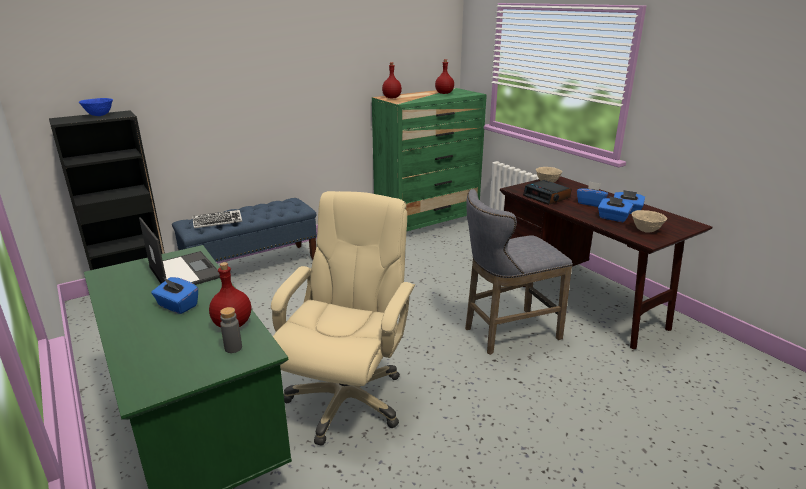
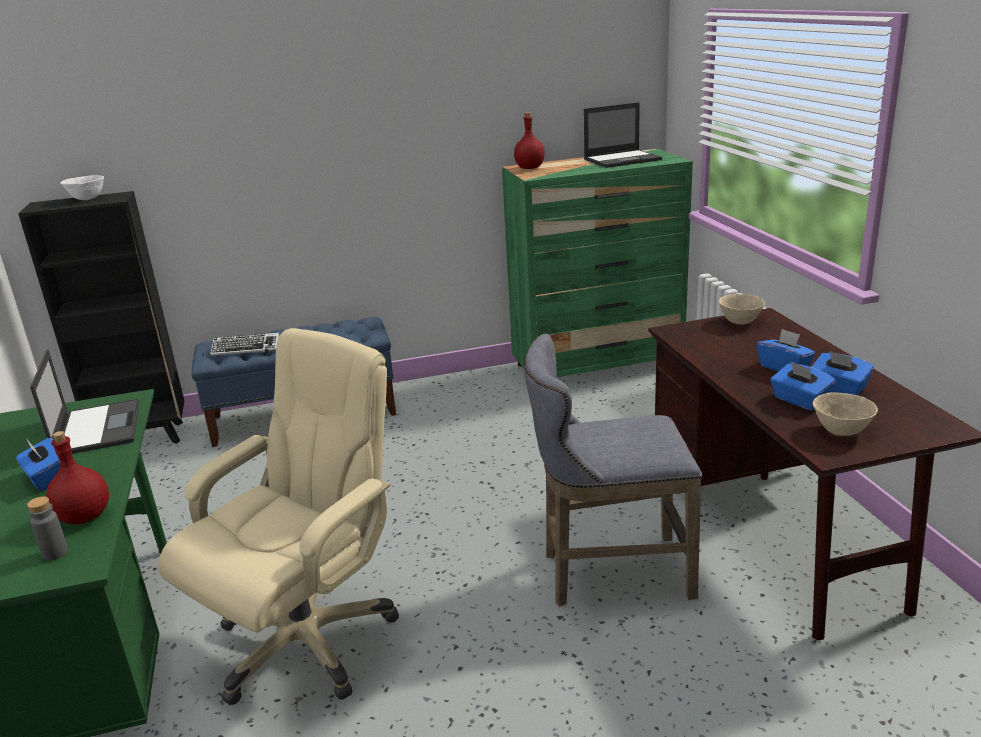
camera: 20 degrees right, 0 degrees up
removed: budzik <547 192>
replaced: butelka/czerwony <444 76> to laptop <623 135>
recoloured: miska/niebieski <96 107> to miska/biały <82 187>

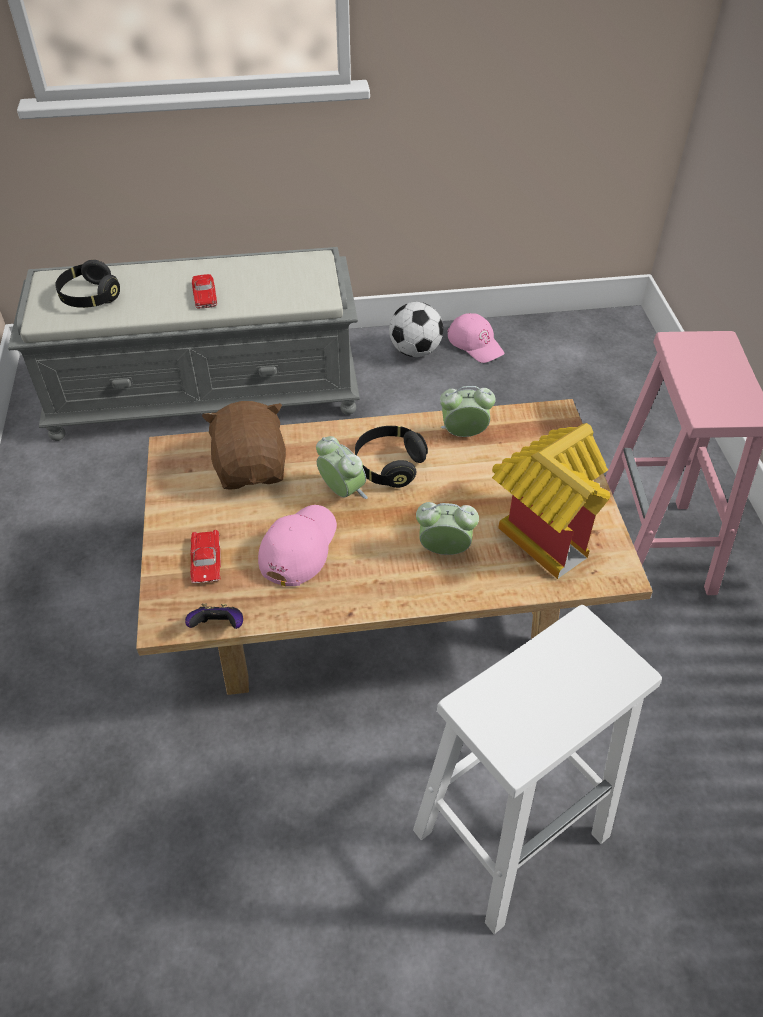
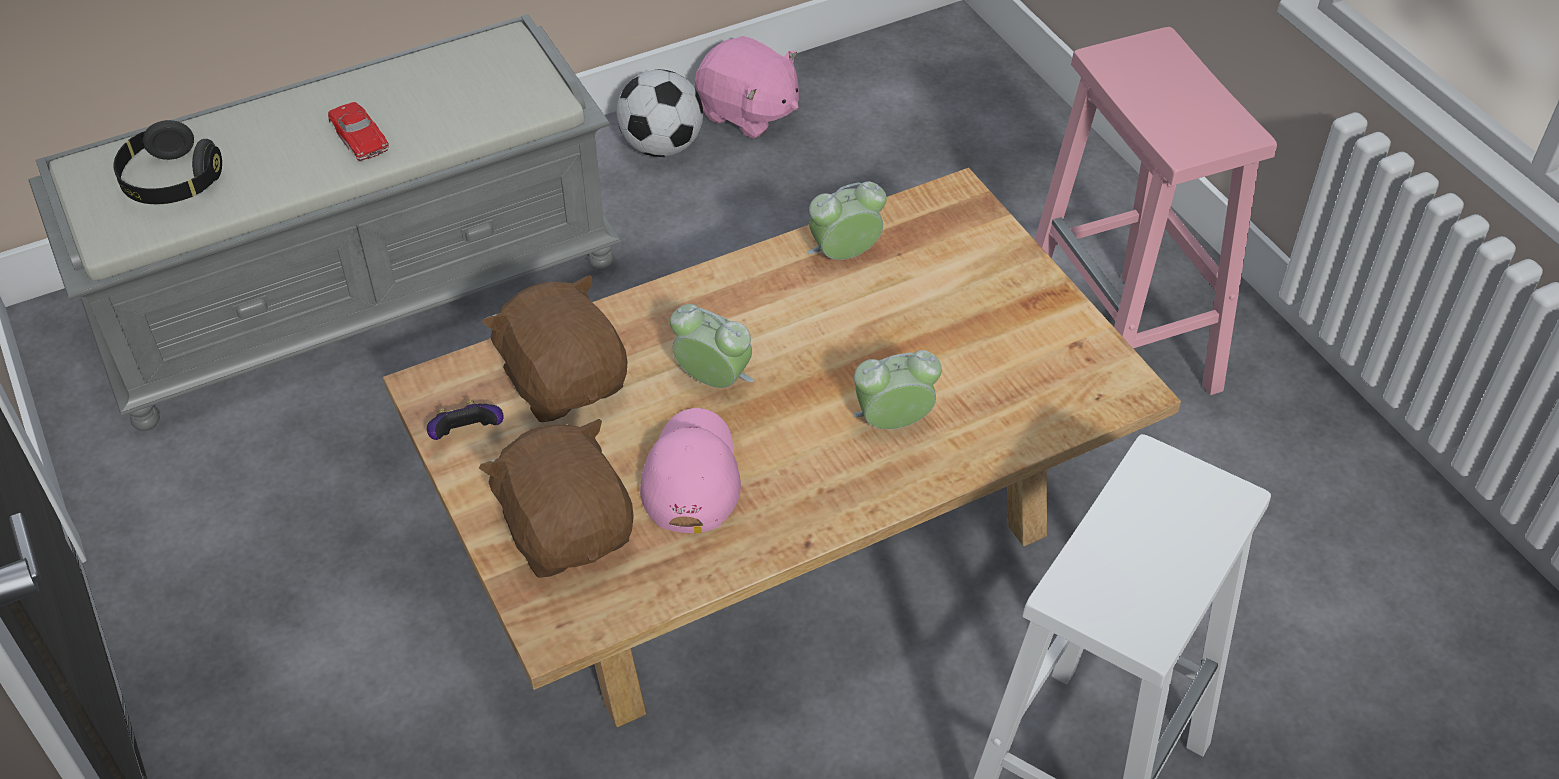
camera: 20 degrees left, 0 degrees up
removed: słuchawki/czarny <391 457>; domek <551 501>
moved: pad do gier <214 616> to <465 420>
replaced: samochodzik/czerwony <205 556> to pluszak/brązowy <556 498>; czapka z daszkiem/różowy <476 338> to pluszak/różowy <747 87>

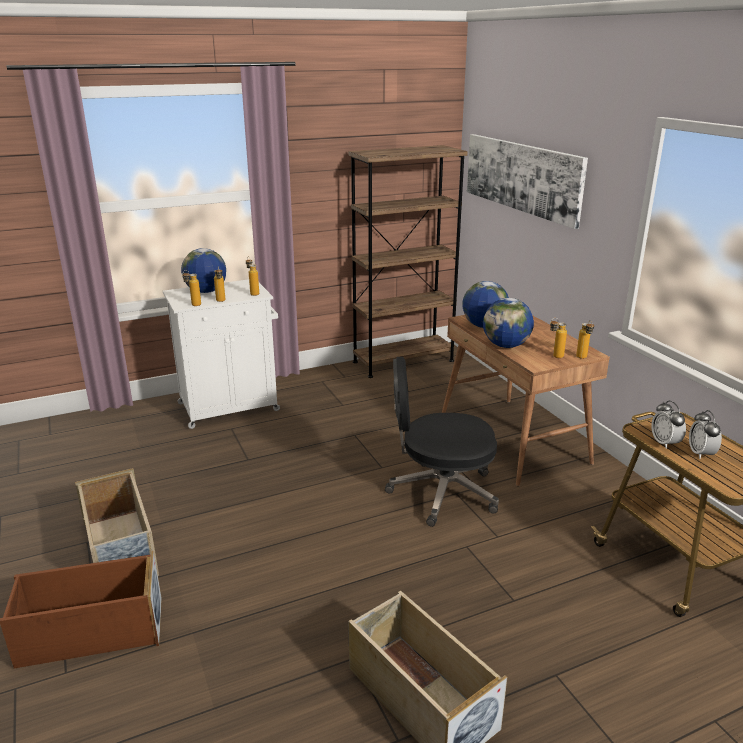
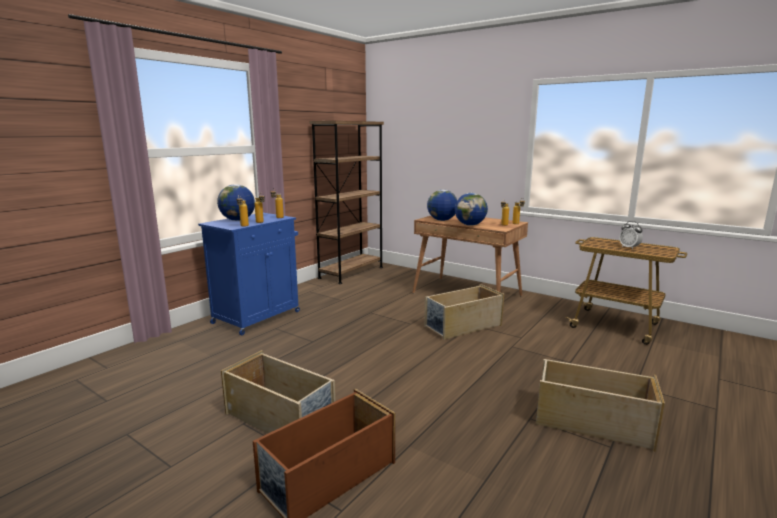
camera: 30 degrees left, 10 degrees down
removed: obraz <527 181>; budzik <668 424>
replaced: krzesło biurowe/czarny <442 441> to pojemnik do przechowywania/beżowy <464 312>
recoloured: szafka/biały <221 354> to szafka/niebieski <249 274>

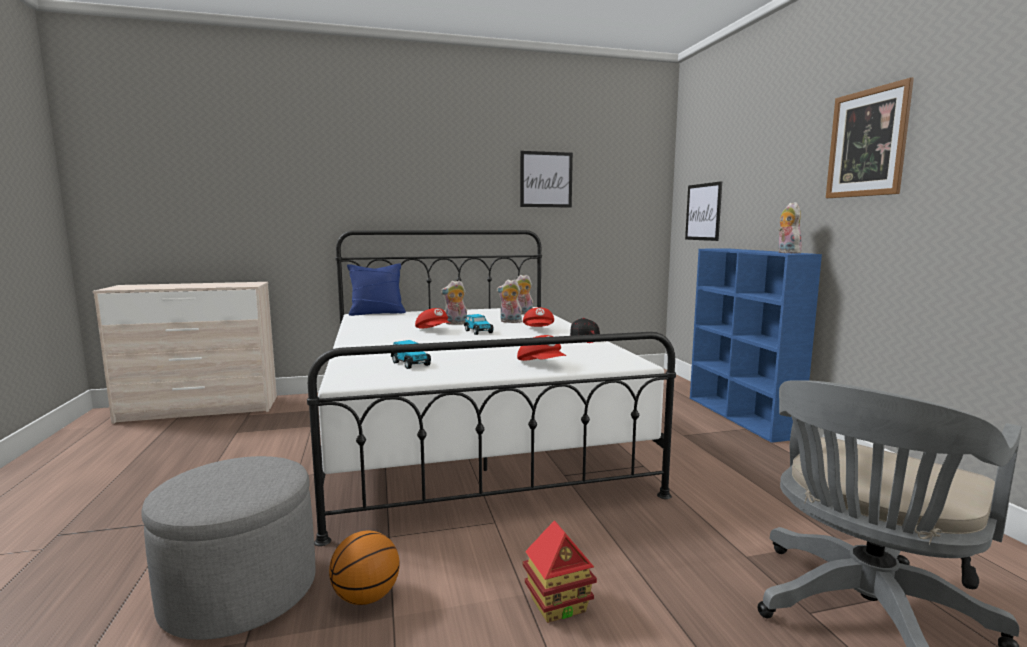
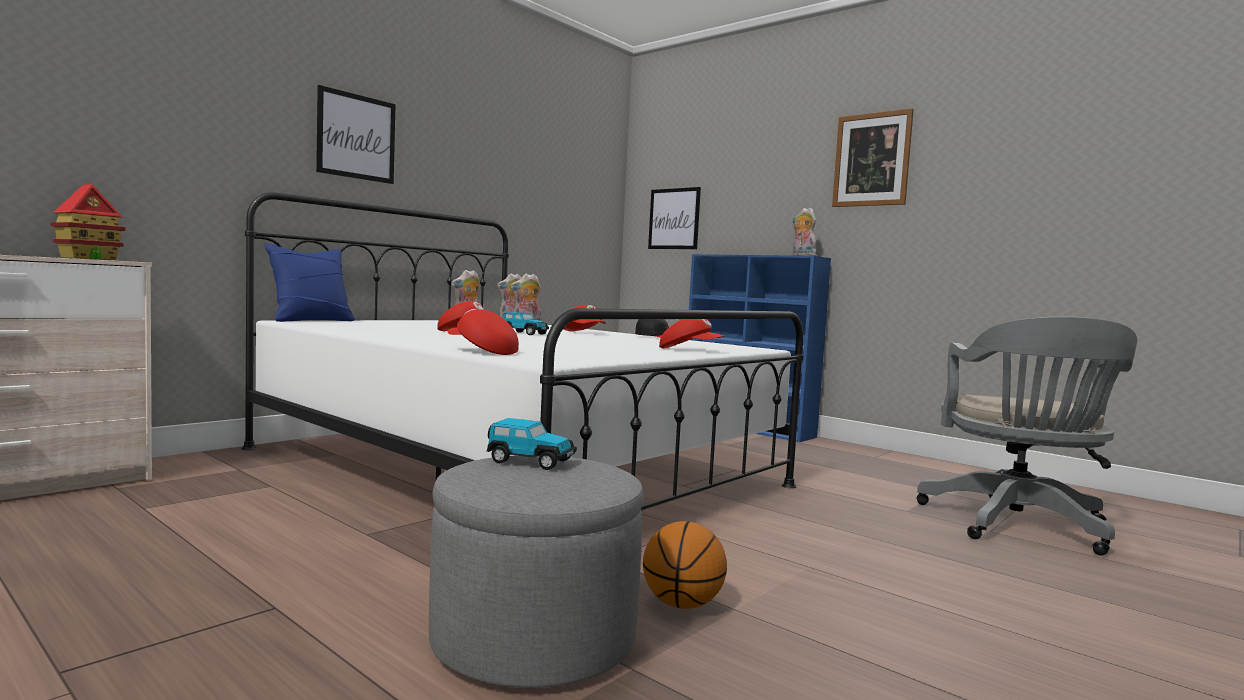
camera: 35 degrees left, 5 degrees down
added: czapka z daszkiem/czerwony <483 332>
moved: samochodzik <411 354> to <532 444>; obraz <546 179> to <356 134>; domek <560 571> to <87 222>

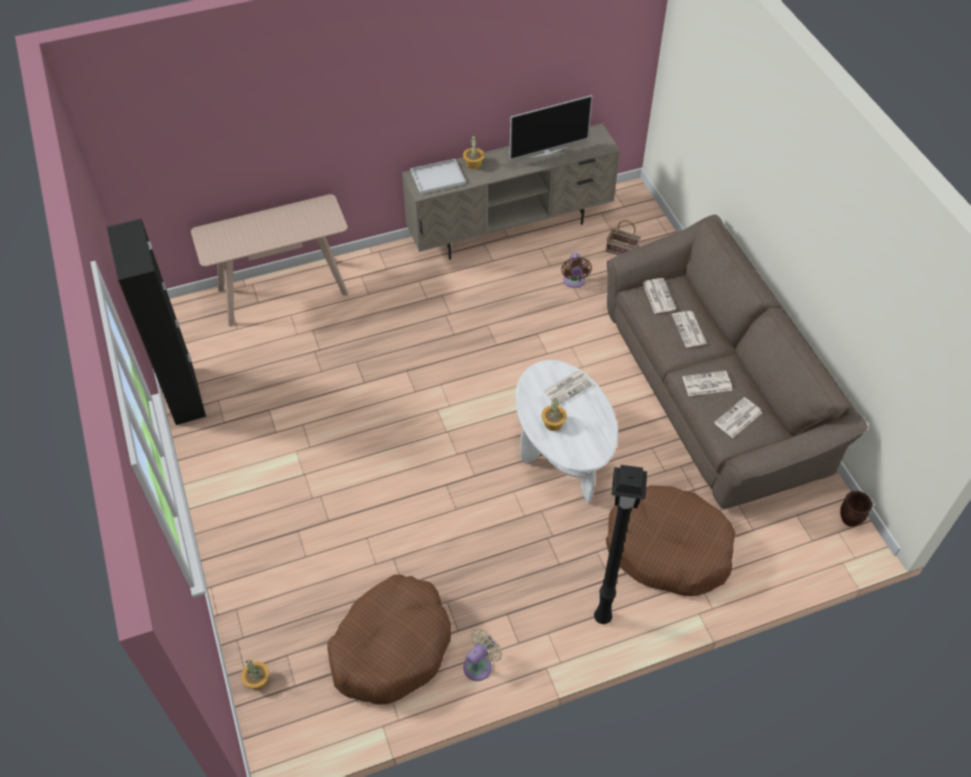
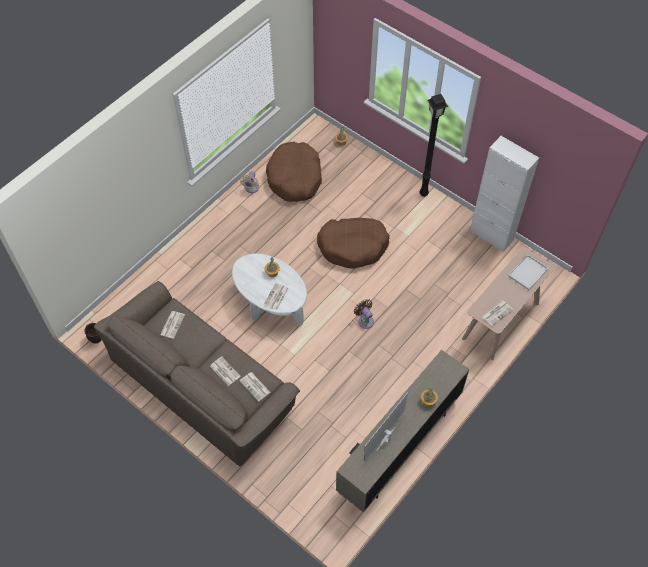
camera: 150 degrees right, 5 degrees up
removed: koszyk <623 237>
moved: taca/biały <438 176> to <528 272>; wentylator/brązowy <576 270> to <364 314>; lampa stojąca/czarny <620 544> to <433 145>; legowisko/brązowy <671 540> to <353 243>; gazeta <707 383> to <497 313>
recoloured: szafka/czarny <156 322> to szafka/biały <504 194>

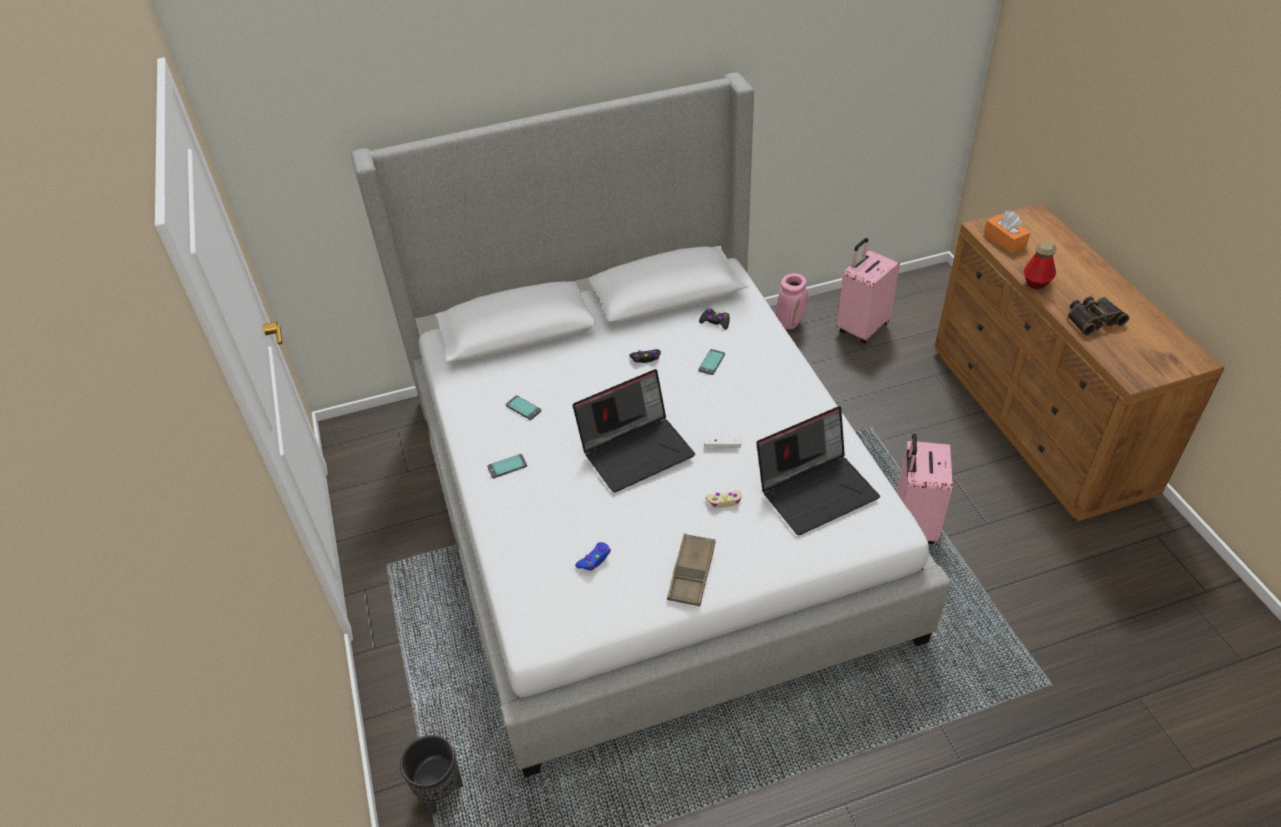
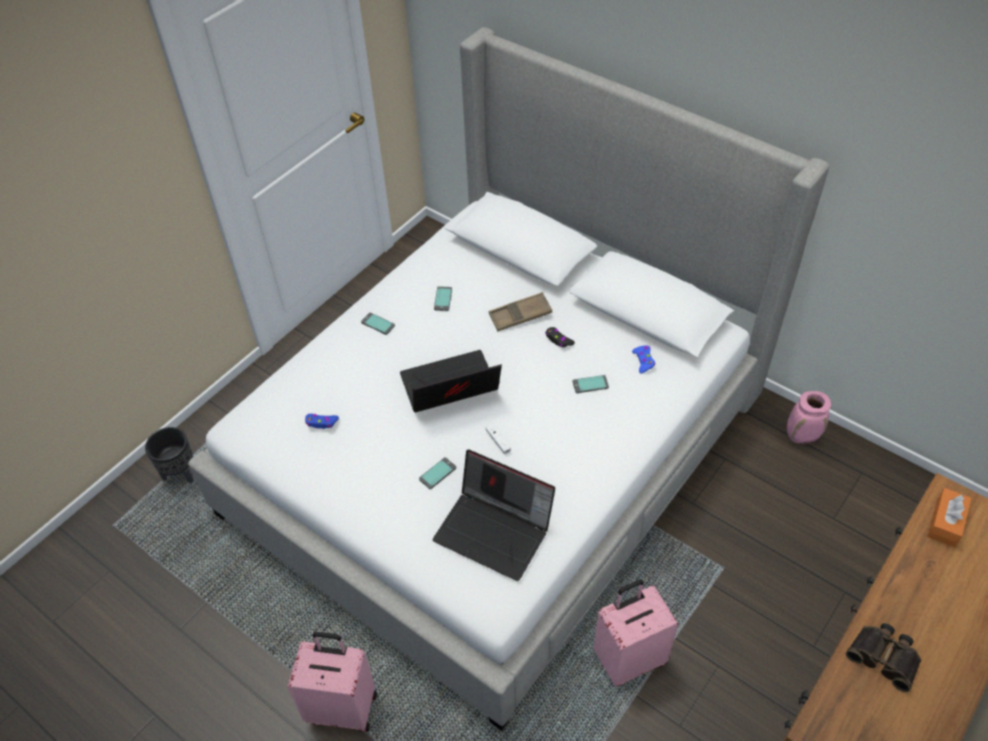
camera: 55 degrees right, 5 degrees up
removed: butelka <1039 265>
moved: taca/brązowy <691 569> to <520 311>; walizka/różowy <868 290> to <332 682>
replaced: pad do gier/beżowy <723 499> to telefon <437 473>
recoloured: pad do gier/czarny <714 319> to pad do gier/niebieski <643 359>
turned: laptop <634 430> = <451 381> 135 degrees clockwise

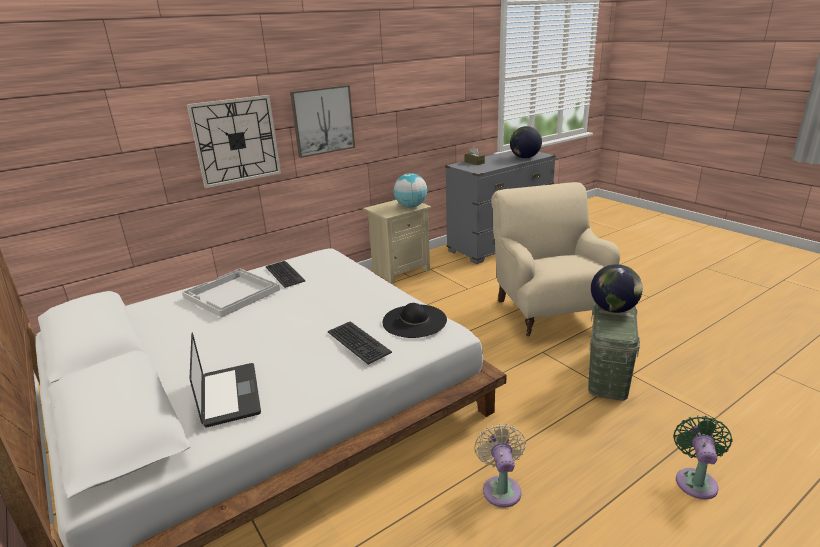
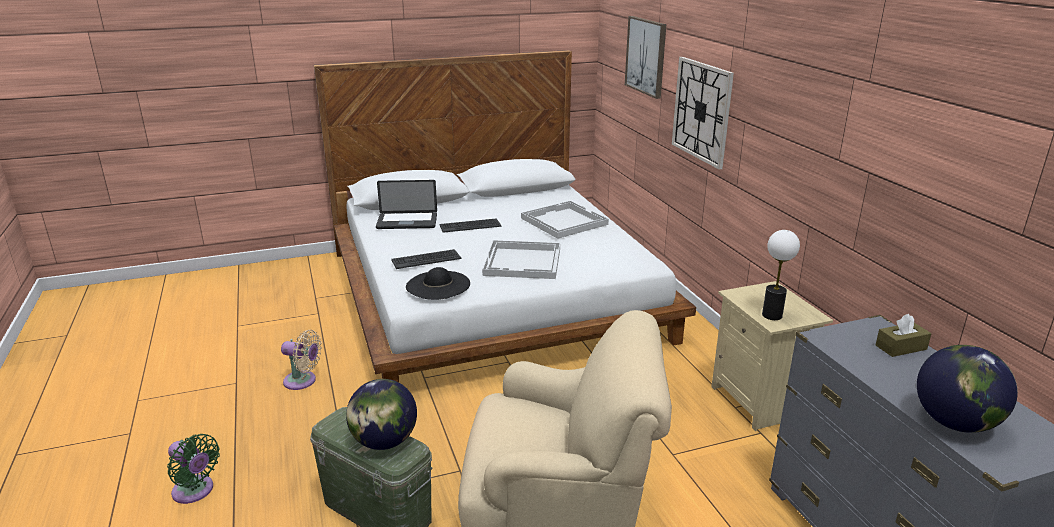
camera: 105 degrees right, 0 degrees up
added: taca/biały <521 259>
moved: klawiatura <285 274> to <471 225>; obraz <322 121> to <645 57>
replaced: globus <410 190> to lampa stołowa <781 275>

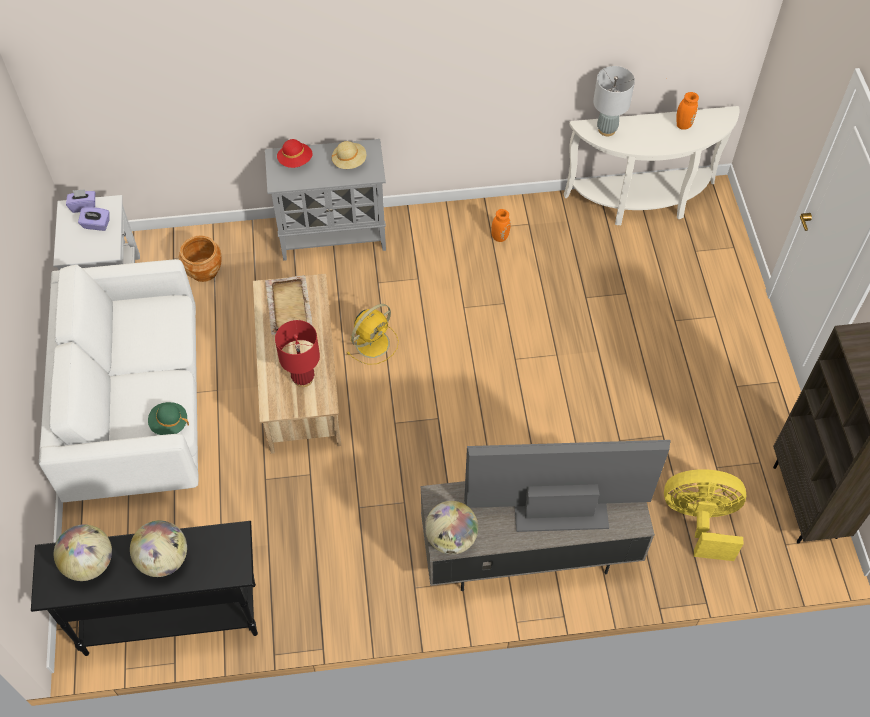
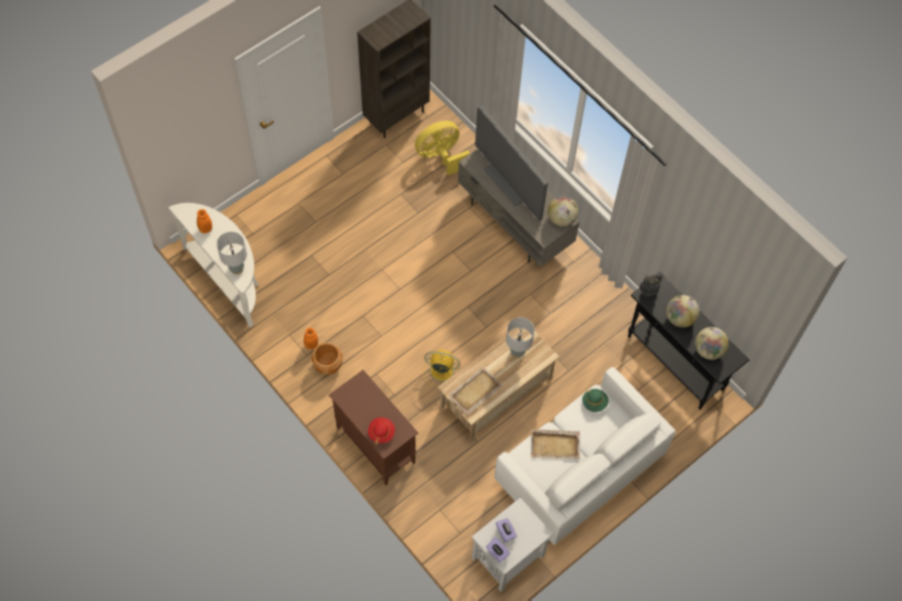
camera: 125 degrees left, 5 degrees up
removed: kapelusz/beżowy <349 155>
added: taca/beżowy <555 444>; radio <651 285>
moved: donica/brązowy <200 258> to <327 359>
recoloured: szafka/szary <325 200> to szafka/brązowy <373 427>; lampa stołowa/czerwony <297 353> to lampa stołowa/szary <520 337>
turned: wentylator/żółty <705 515> = <442 148> 90 degrees clockwise

